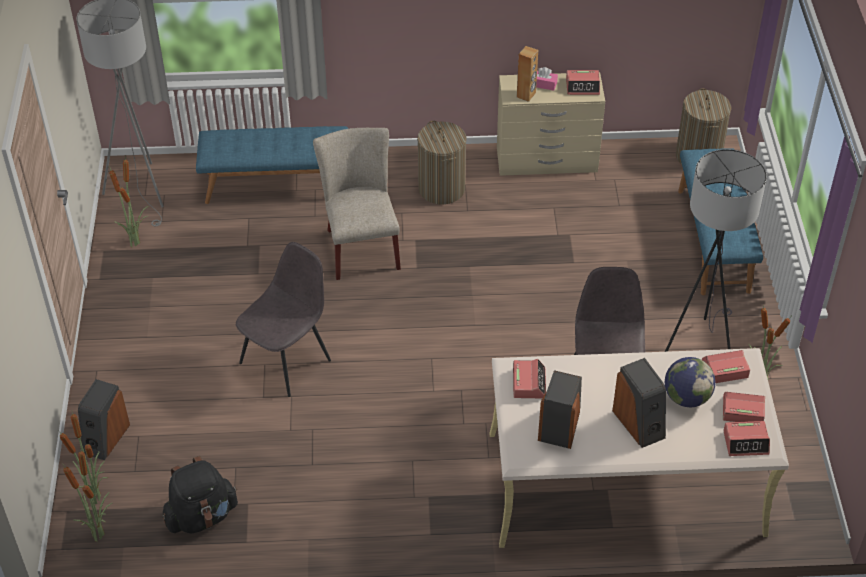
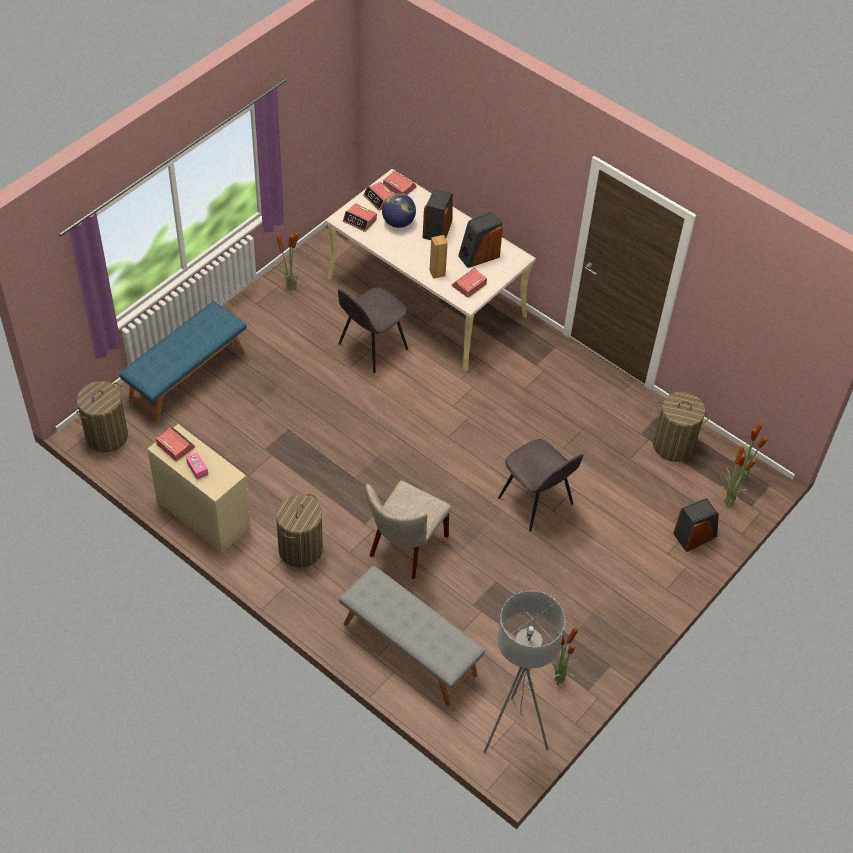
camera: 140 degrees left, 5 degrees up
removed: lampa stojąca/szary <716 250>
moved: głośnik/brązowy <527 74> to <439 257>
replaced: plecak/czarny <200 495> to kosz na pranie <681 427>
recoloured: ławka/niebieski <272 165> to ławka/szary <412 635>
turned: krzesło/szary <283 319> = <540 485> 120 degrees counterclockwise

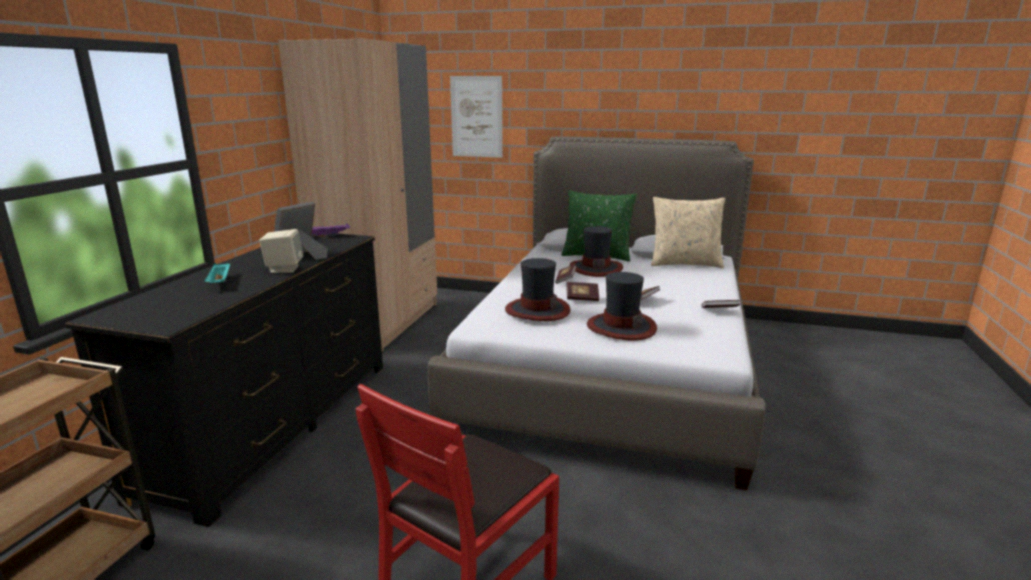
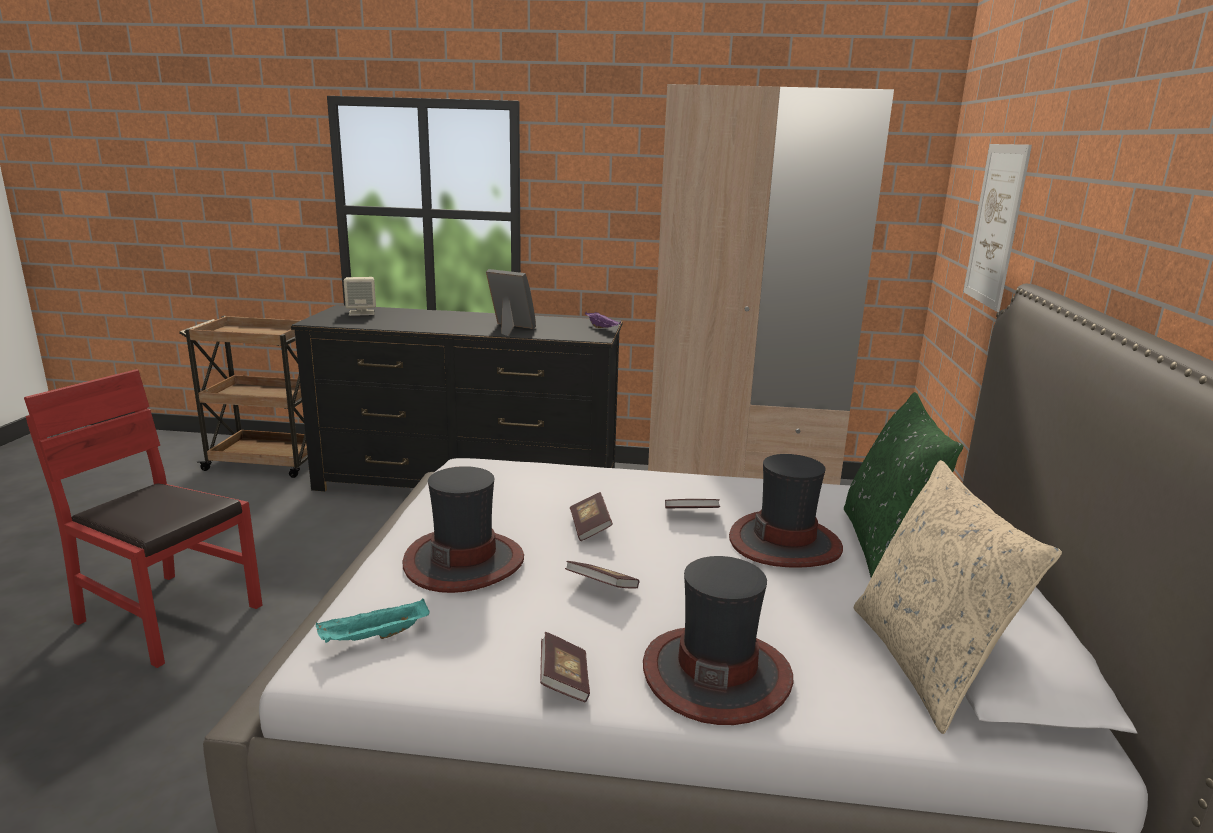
camera: 80 degrees right, 0 degrees up
moved: taca/turkusowy <217 273> to <372 621>; głośnik/beżowy <281 251> to <360 296>; kapelusz <537 289> to <718 640>

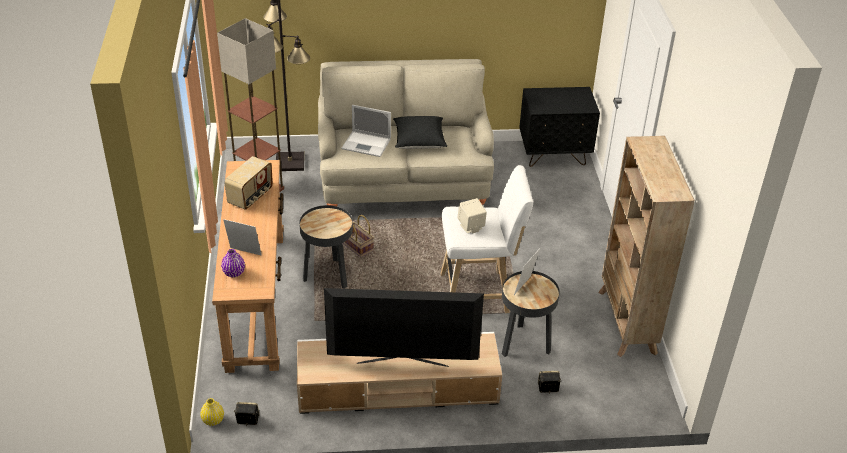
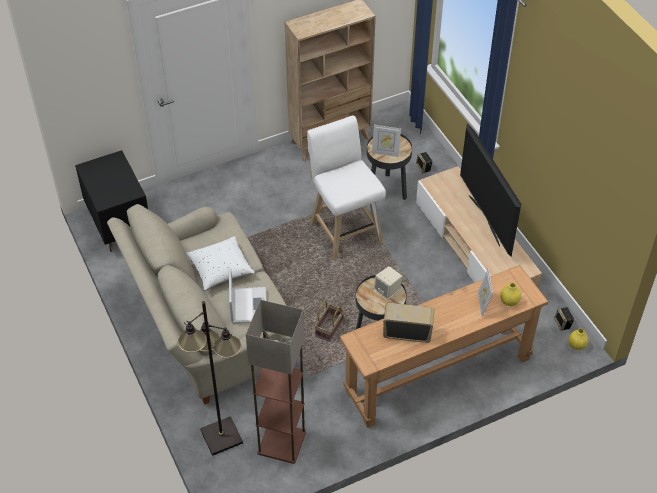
camera: 110 degrees left, 10 degrees up
moved: głośnik/beżowy <472 216> to <388 282>
recoloured: wazon/fioletowy <233 263> to wazon/żółty <510 294>; poduszka/czarny <420 132> to poduszka/biały <220 263>

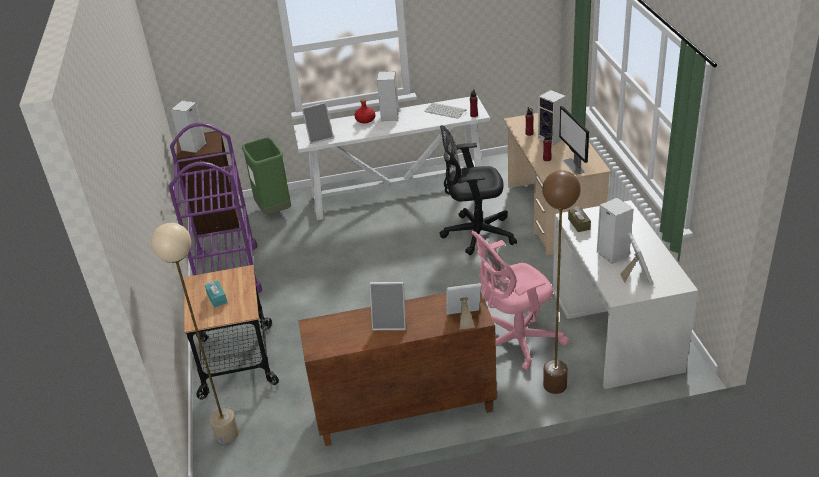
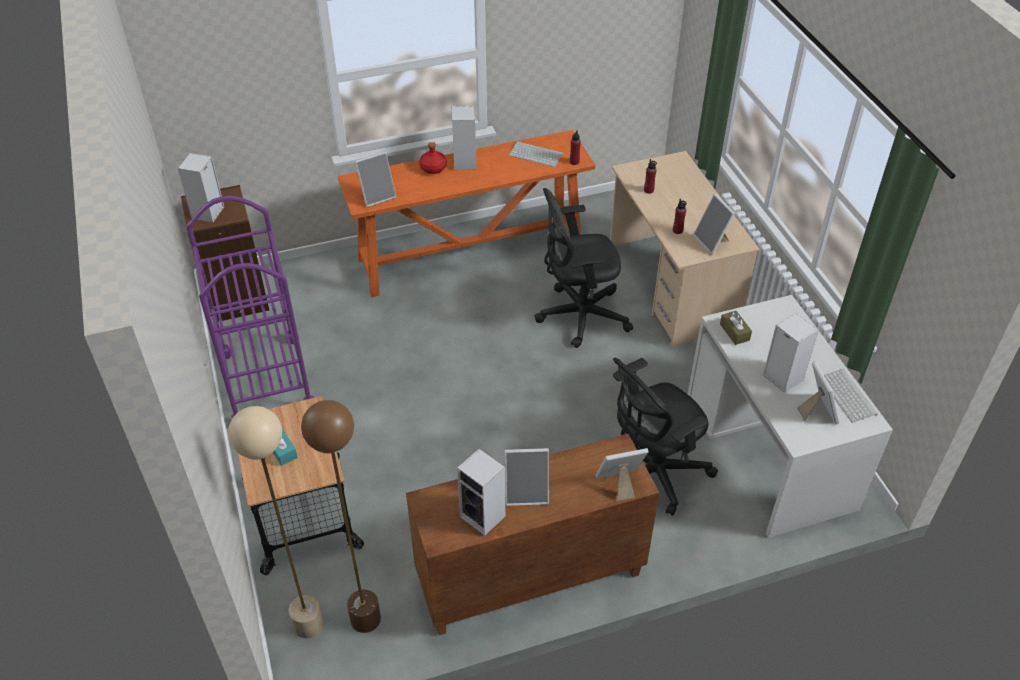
camera: 10 degrees left, 10 degrees up
removed: kosz na śmieci/zielony <266 176>
added: klawiatura <851 396>
moved: głośnik <552 117> to <481 492>; lampa stojąca/brązowy <561 282> to <341 516>
replaced: monitor <574 140> to ramka na zdjęcie <714 224>
recoloured: stolik konsolowy/biały <392 158> to stolik konsolowy/pomarańczowy <466 213>; krzesło biurowe/różowy <520 301> to krzesło biurowe/czarny <665 437>

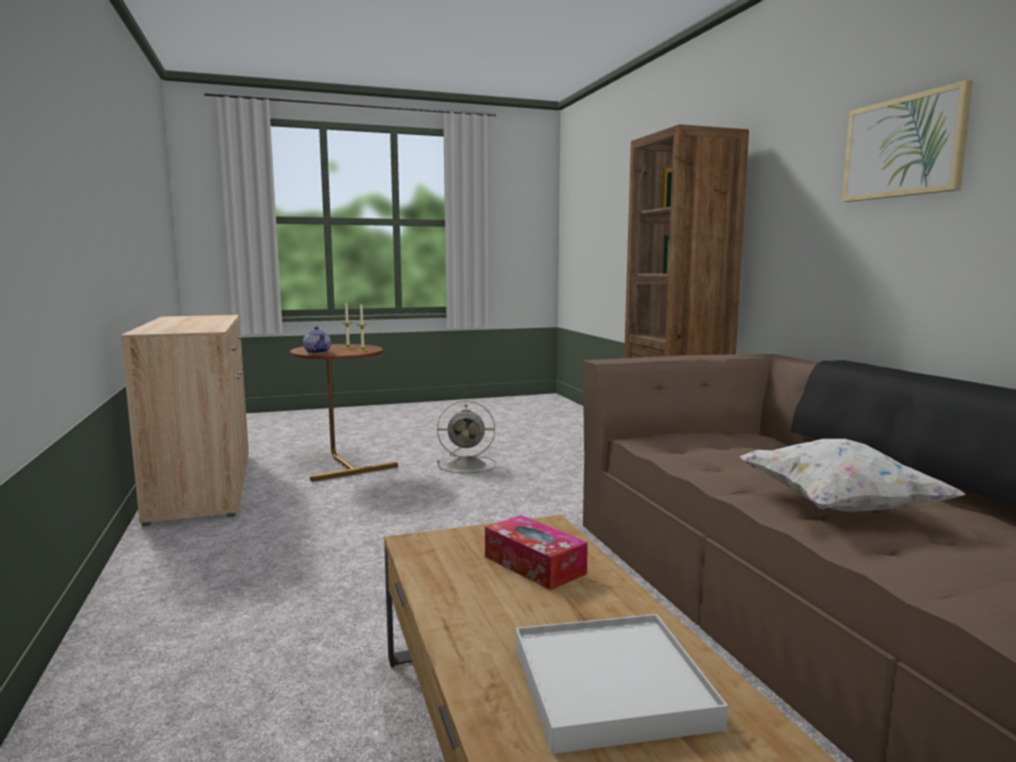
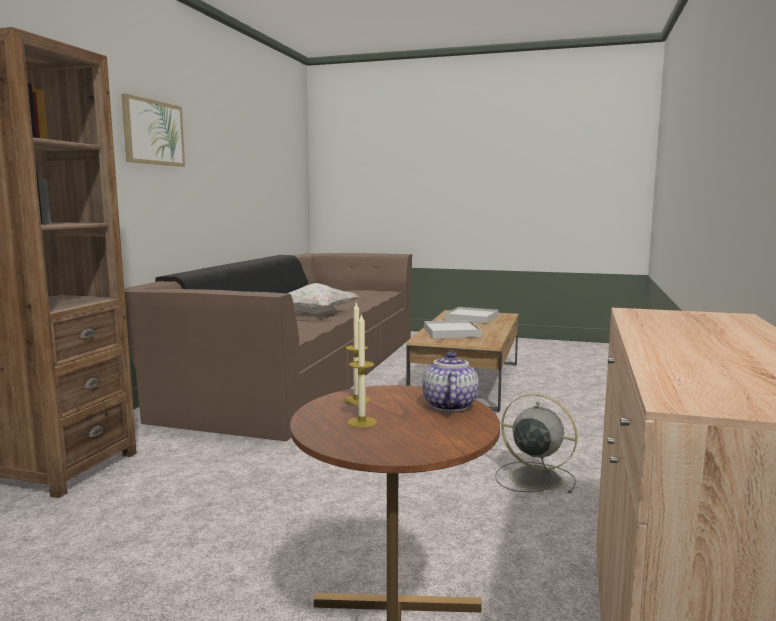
camera: 145 degrees left, 0 degrees up
moved: wentylator/szary <466 437> to <536 444>
replaced: pudełko chusteczek <536 552> to taca/biały <453 329>

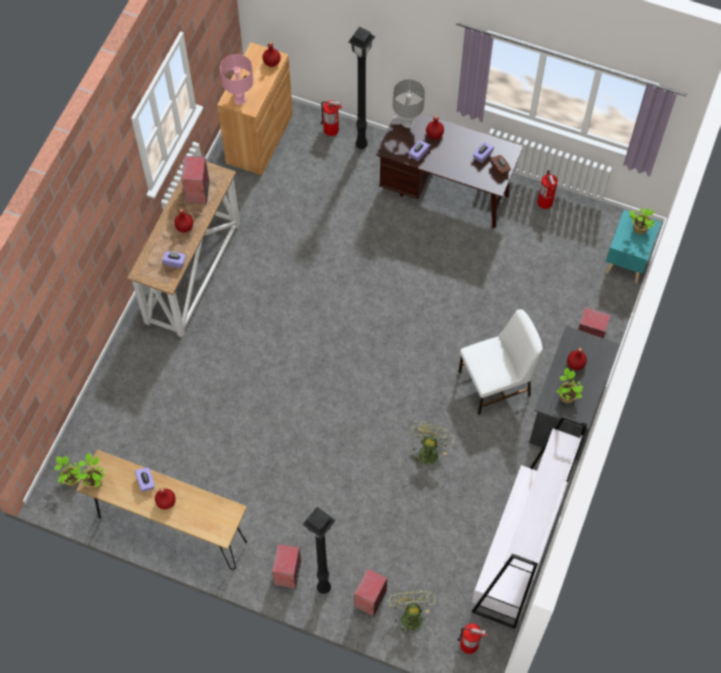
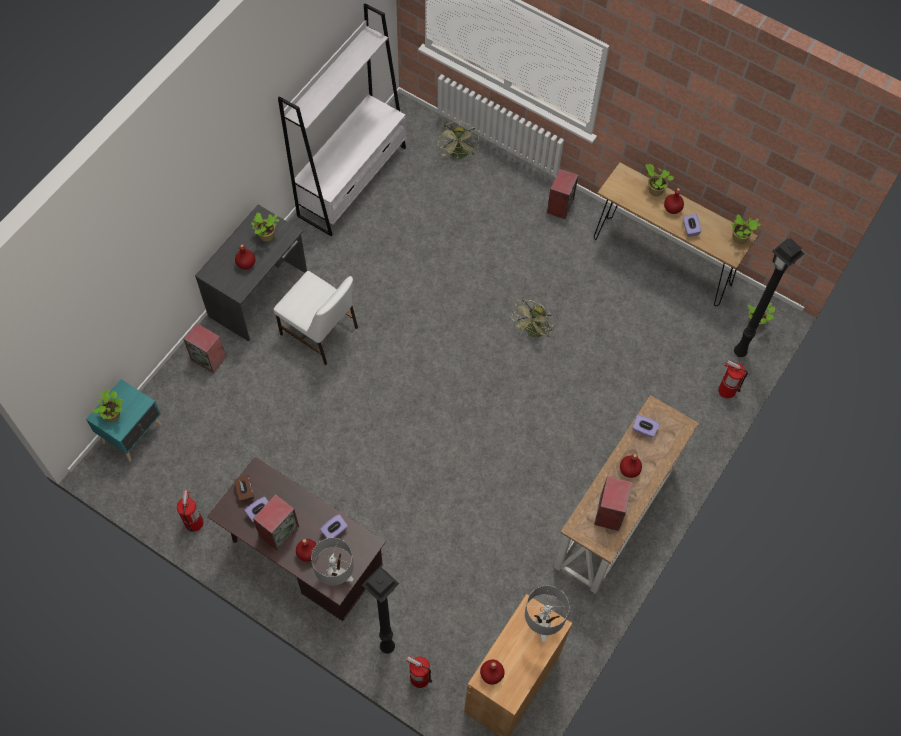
camera: 170 degrees left, 0 degrees up
added: roślina doniczkowa <659 180>
moved: lampa stojąca/czarny <319 550> to <769 297>; głośnik <370 592> to <276 522>; wentylator/zielony <432 444> to <534 319>; gaśnica <472 638> to <733 379>
recoloured: lampa stołowa/różowy <237 79> to lampa stołowa/szary <547 614>
turned: krzesło/biały <501 362> = <315 318> 135 degrees counterclockwise

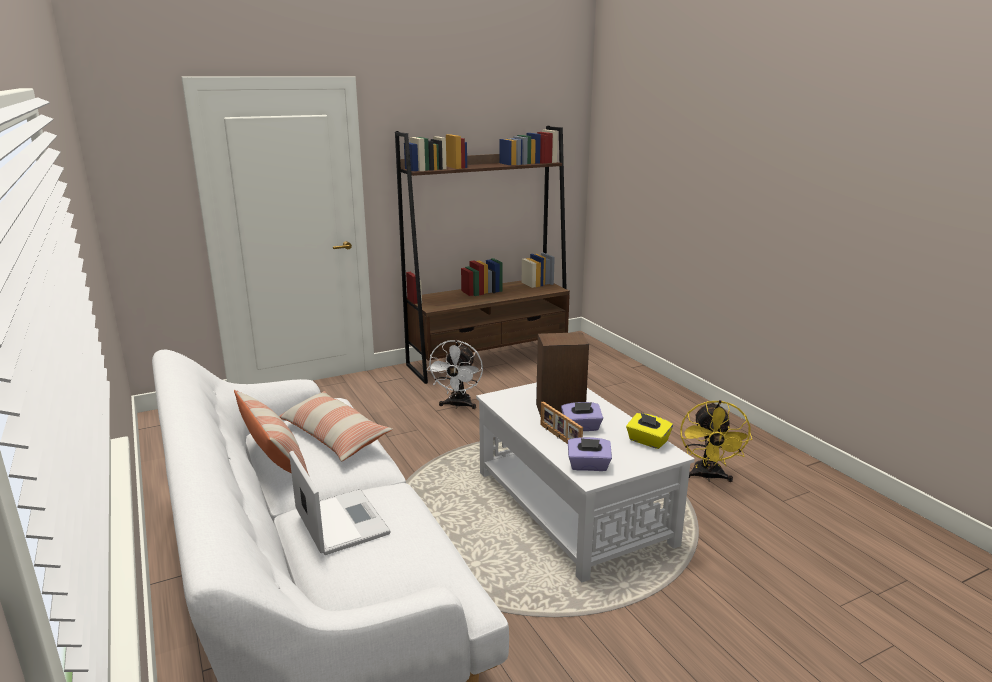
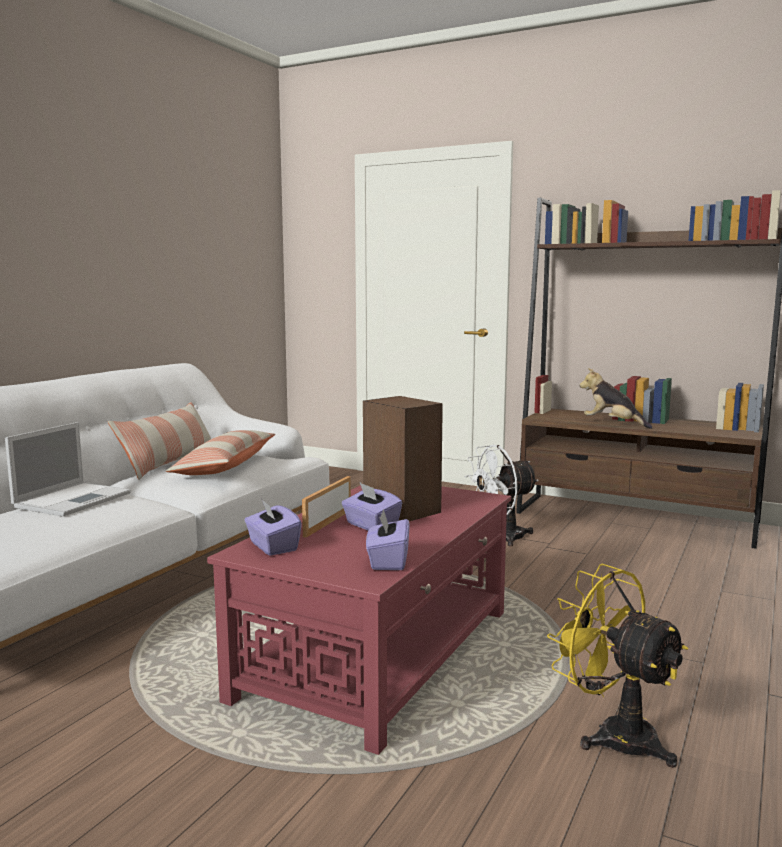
camera: 55 degrees right, 10 degrees down
added: pluszak <616 398>
recoloured: ława/biały <585 482> to ława/czerwony <359 620>; pudełko chusteczek/żółty <649 431> to pudełko chusteczek/fioletowy <388 539>
turned: wentylator/żółty <716 441> = <617 666> 75 degrees clockwise

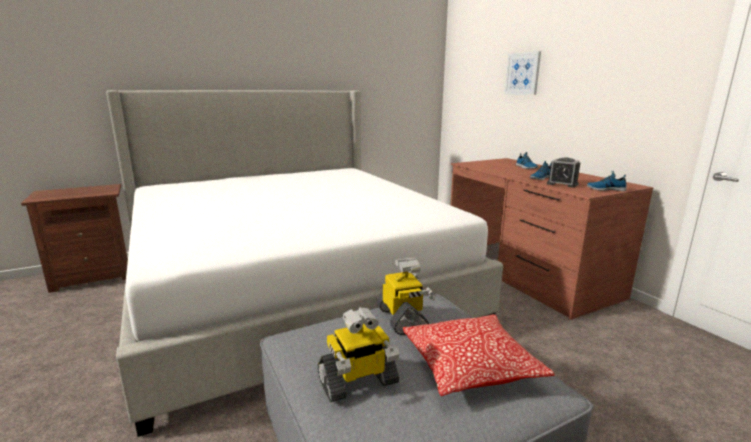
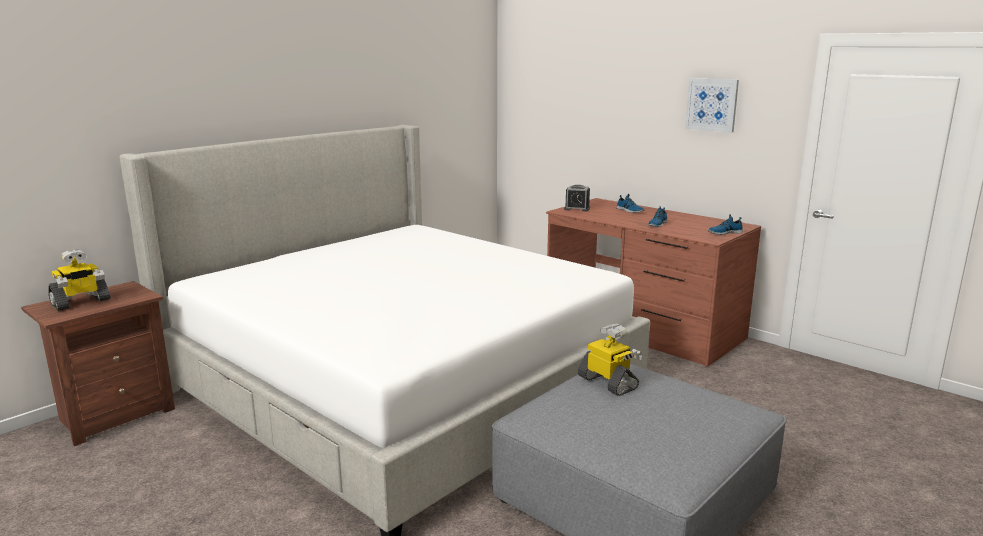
camera: 20 degrees left, 0 degrees up
removed: poduszka <478 355>
moved: robot zabawkowy <358 354> to <79 280>; obraz <523 73> to <712 105>; budzik <563 173> to <577 198>

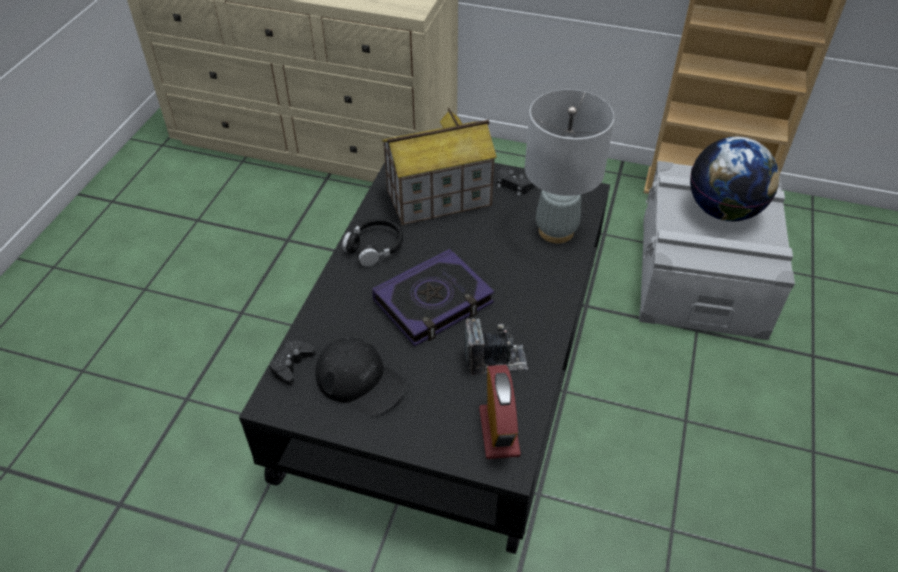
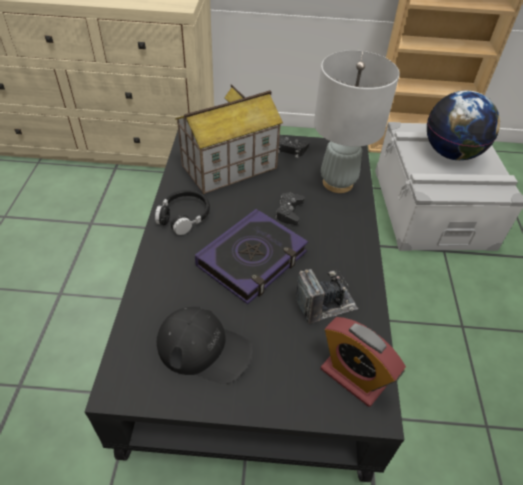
camera: 15 degrees left, 0 degrees up
moved: pad do gier/czarny <292 362> to <290 208>
turned: budzik <500 412> = <363 362> 150 degrees clockwise

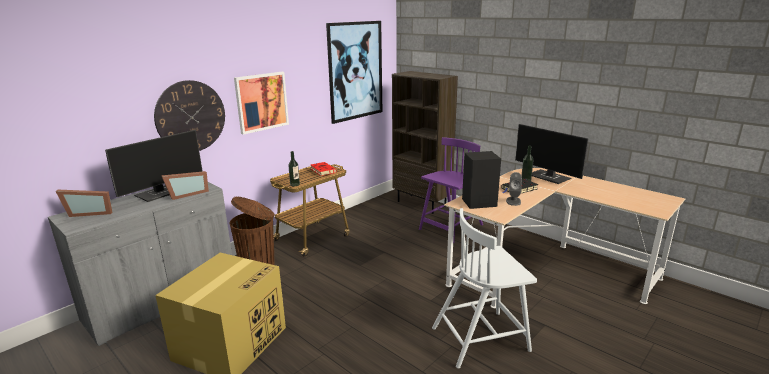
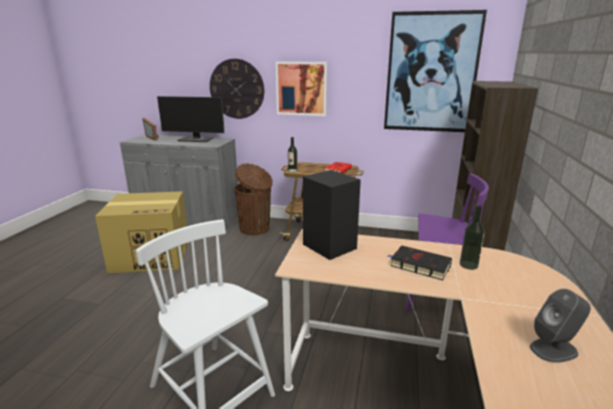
camera: 60 degrees right, 0 degrees up
removed: ramka na zdjęcie <185 185>; monitor <551 154>
moved: głośnik/szary <514 189> to <560 326>

